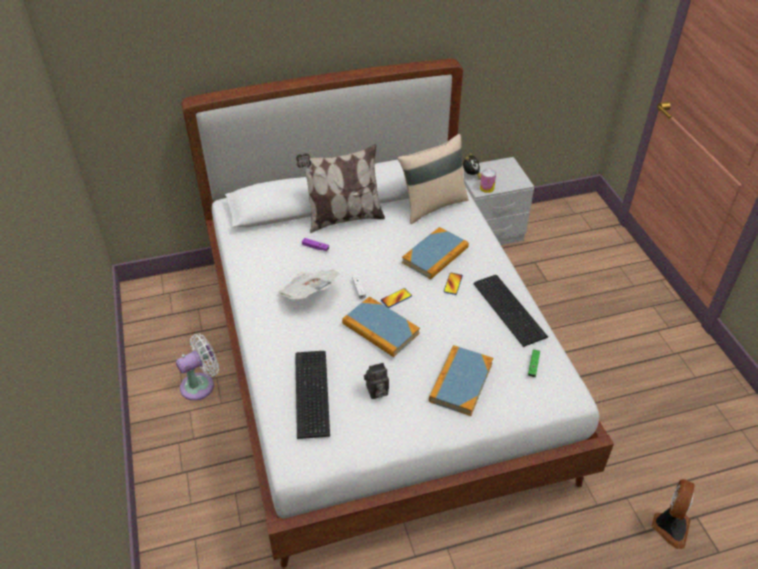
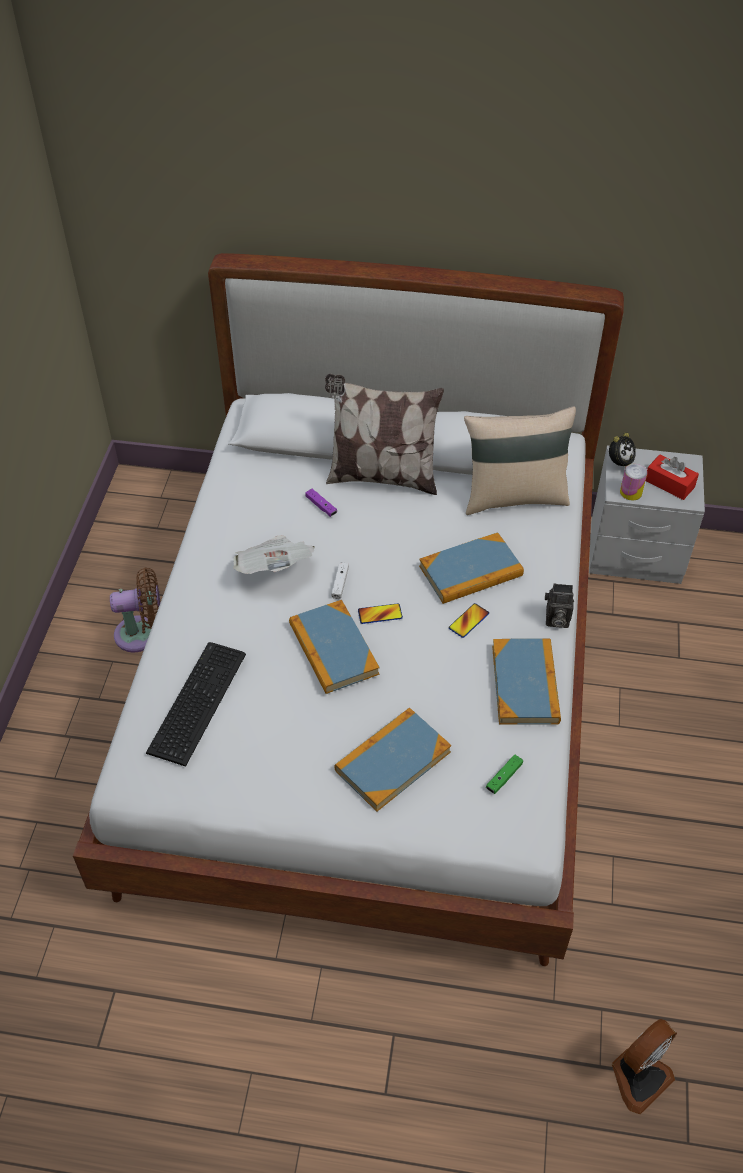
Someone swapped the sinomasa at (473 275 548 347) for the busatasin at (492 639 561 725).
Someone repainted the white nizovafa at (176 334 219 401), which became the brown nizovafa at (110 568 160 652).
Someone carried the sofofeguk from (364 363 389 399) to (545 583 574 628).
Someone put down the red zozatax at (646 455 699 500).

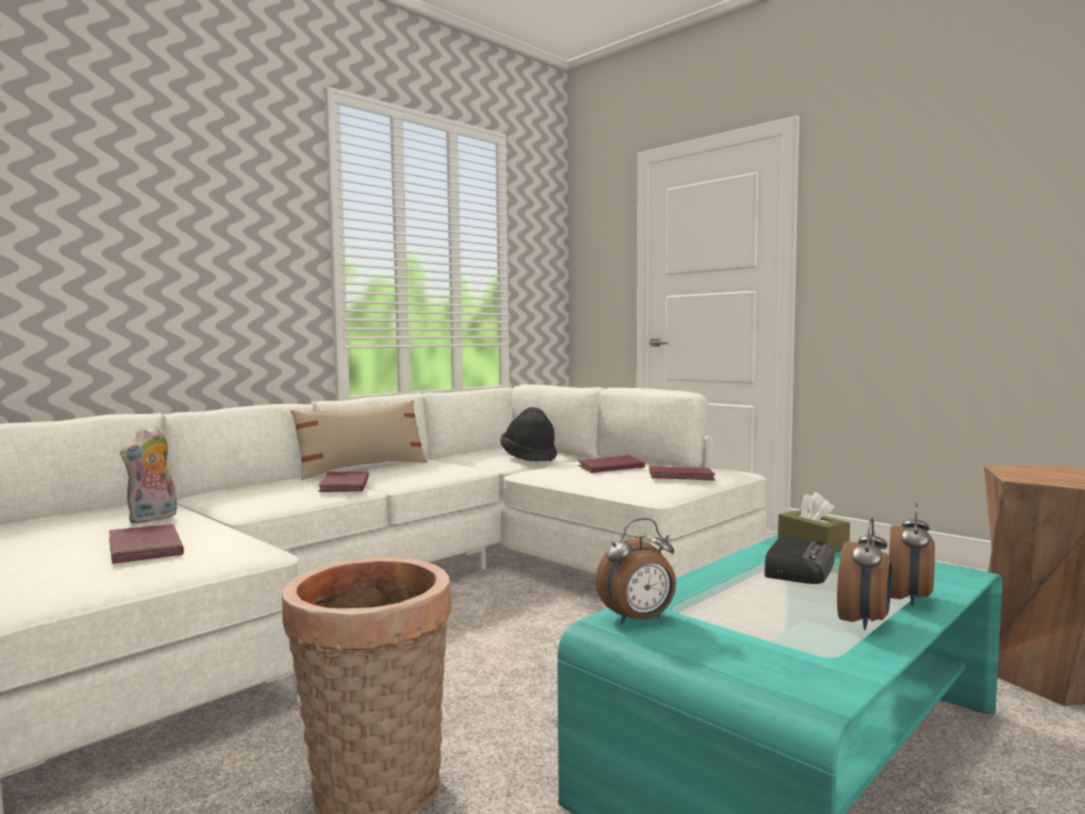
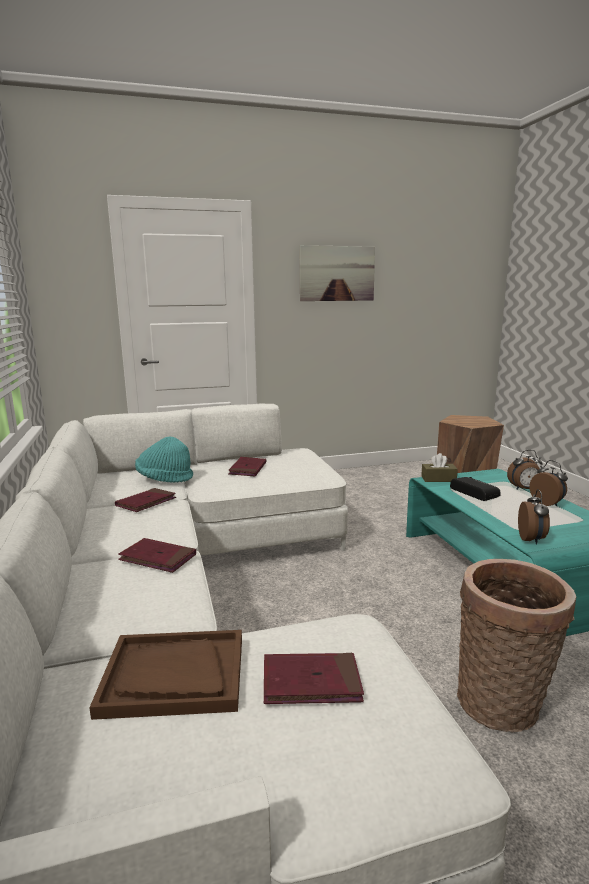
Someone took away the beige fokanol at (291 400 428 480).
Someone repainted the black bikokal at (500 407 557 462), which became the turquoise bikokal at (135 436 193 483).
Someone swapped the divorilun at (120 426 177 524) for the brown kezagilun at (89 630 242 720).
Someone carried the red busatasin from (649 466 715 481) to (115 488 176 512).
Someone rotated the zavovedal at (889 503 935 606) by 120 degrees clockwise.
Someone put up the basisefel at (300 245 375 301).

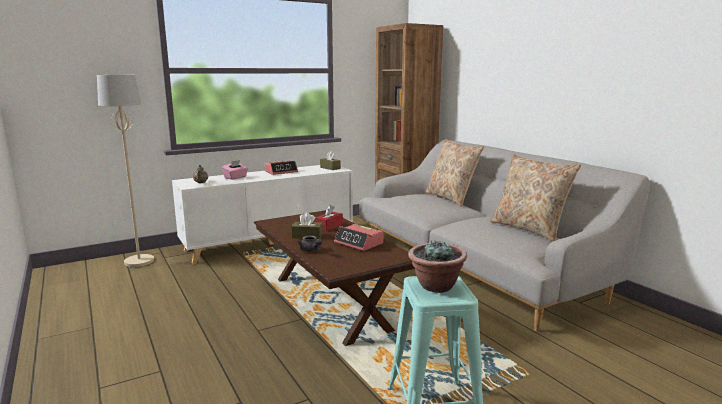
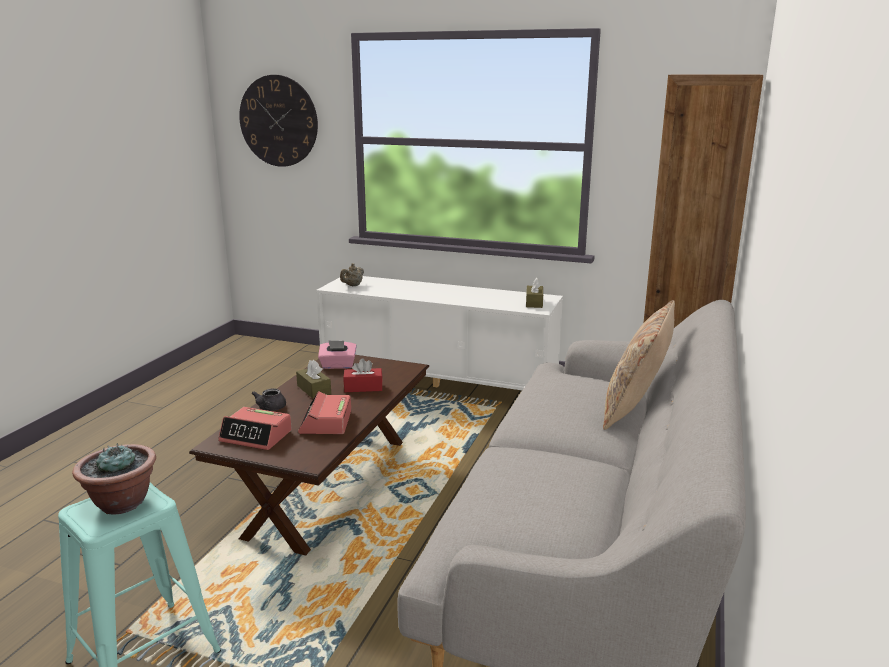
Someone took away the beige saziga at (97 75 154 267).
Someone took away the beige fokanol at (490 154 581 241).
Someone carried the pink zozatax from (222 160 248 180) to (318 340 357 369).
Someone carried the zavovedal from (265 160 298 175) to (218 407 292 450).
Someone put up the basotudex at (239 75 318 167).

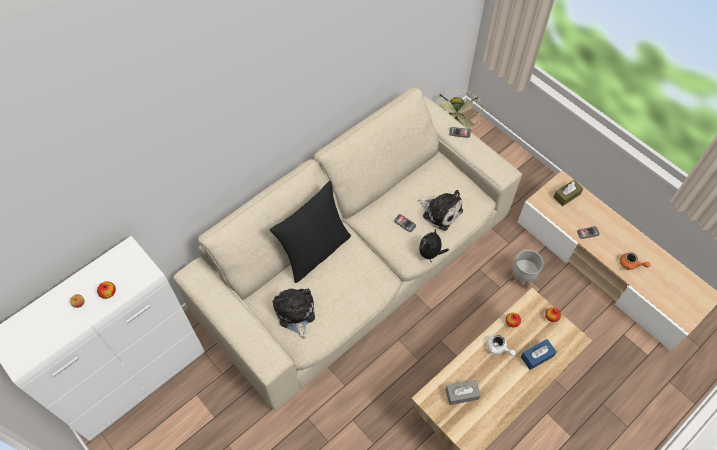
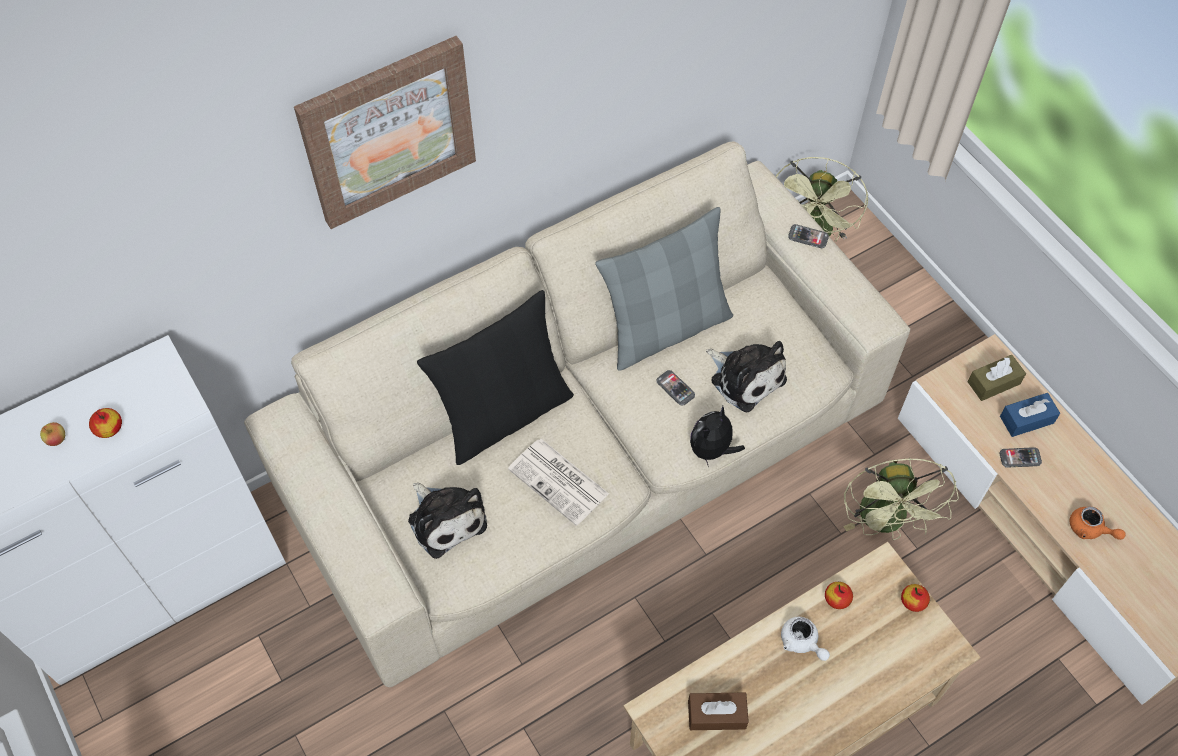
Someone swapped the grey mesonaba at (510 250 543 290) for the green nizovafa at (843 458 959 540).
Someone rotated the divorilun at (272 288 315 339) by 150 degrees clockwise.
Someone carried the blue zozatax from (521 339 557 370) to (1000 393 1060 437).
Someone repainted the grey zozatax at (445 380 481 405), which became the brown zozatax at (688 692 749 730).
Someone put up the basisefel at (294 36 476 229).
Someone put down the grey fokanol at (595 207 733 371).
Someone put down the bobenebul at (508 439 609 526).

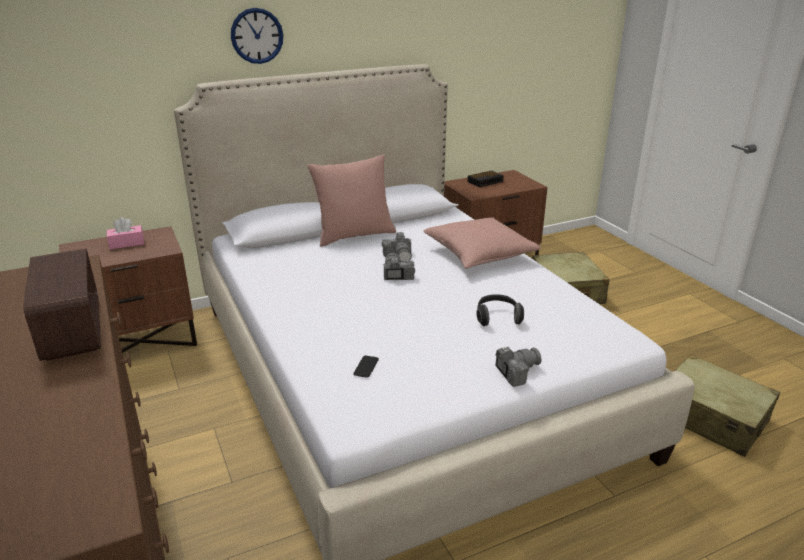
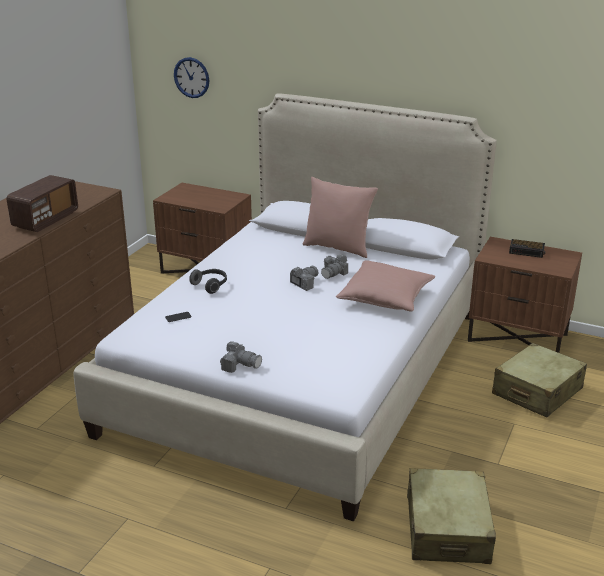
Someone carried the basotudex from (231 8 283 64) to (174 57 209 98).
Someone took away the pink zozatax at (107 217 144 249).
Someone carried the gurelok from (476 294 524 326) to (189 269 227 294).

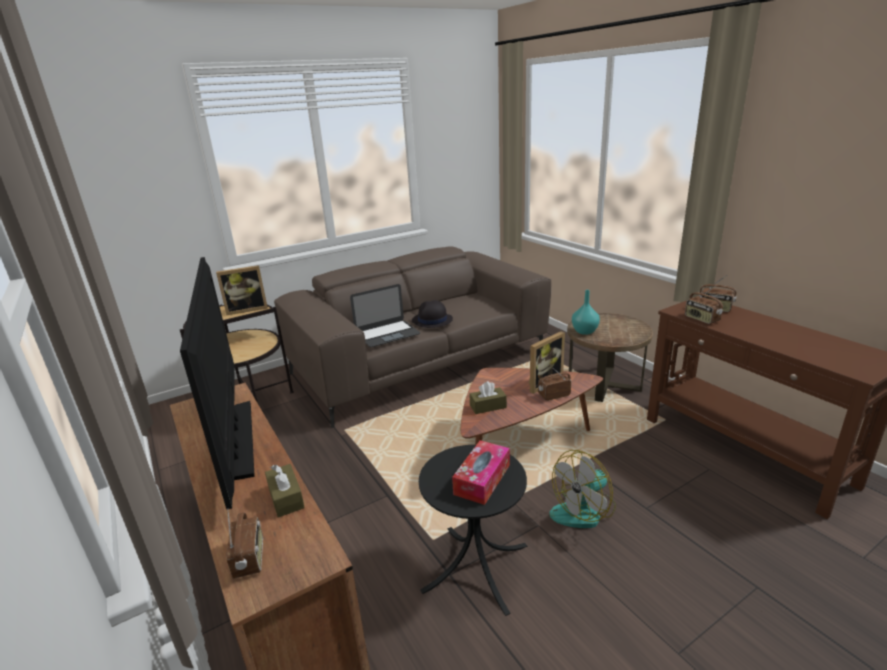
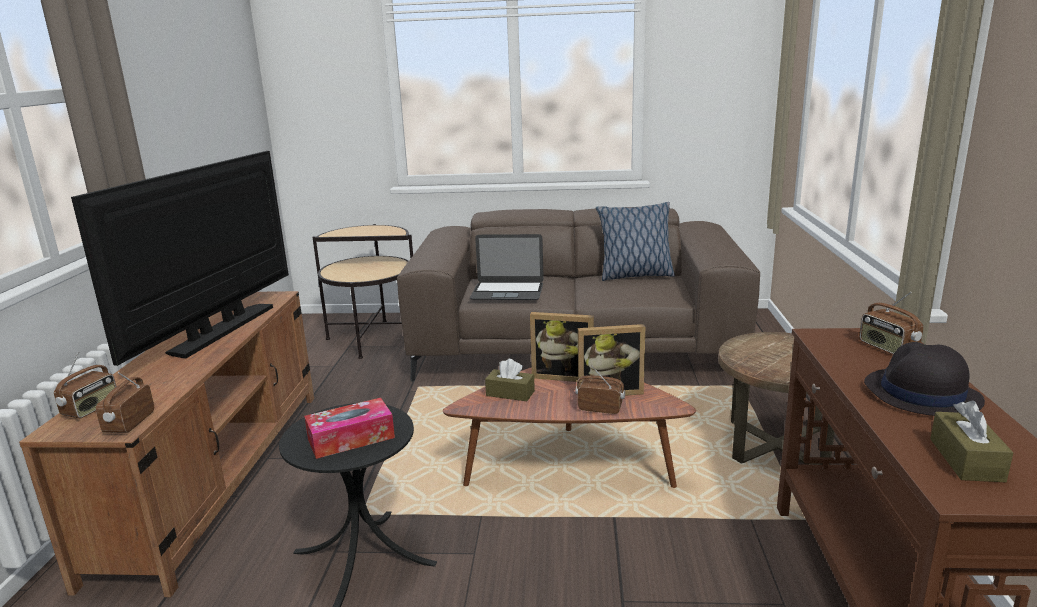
Someone carried the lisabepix from (216 265 268 315) to (530 312 594 382).
Someone carried the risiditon from (685 286 723 324) to (96 372 154 433).
Someone took away the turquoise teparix at (572 290 600 335).
Someone carried the black bikokal from (412 300 453 328) to (864 342 985 416).
Someone took away the nizovafa at (550 450 616 528).
Someone carried the brown zozatax from (265 464 305 518) to (930 400 1013 482).
Someone put down the fokanol at (596 202 675 281).

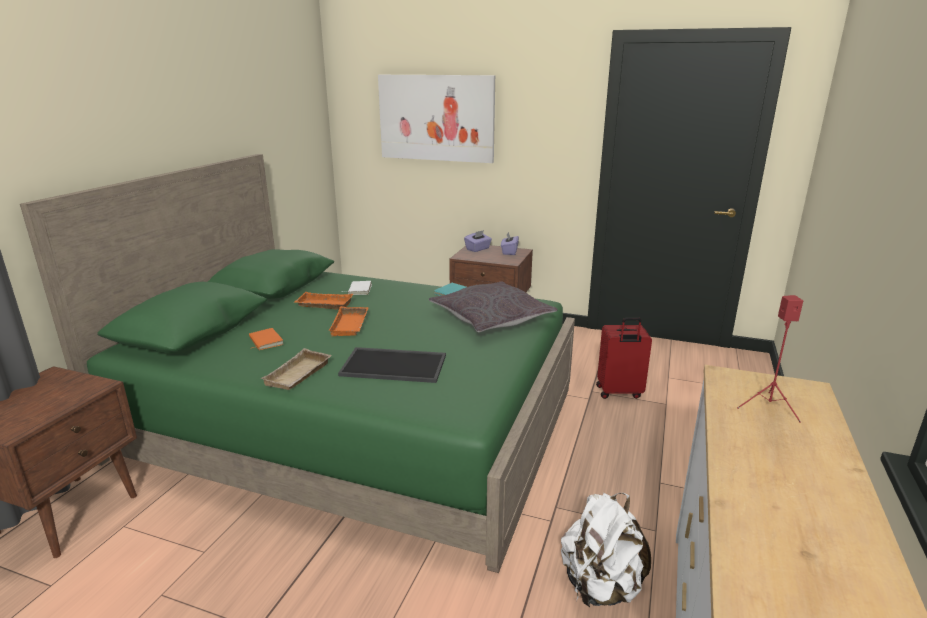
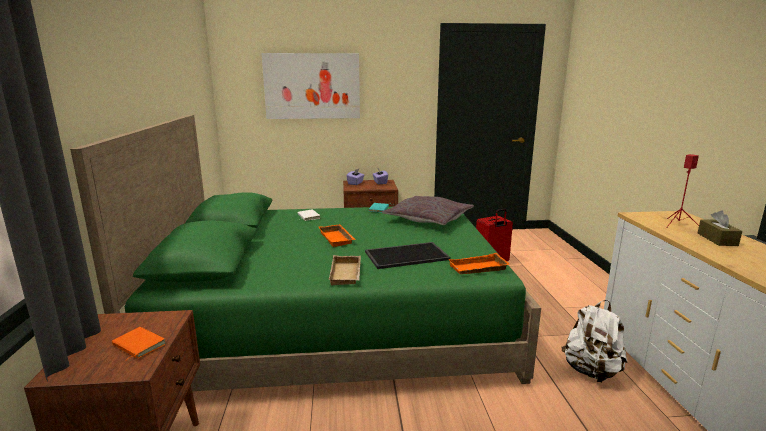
Someone carried the orange kezagilun from (294 292 353 310) to (448 253 509 274).
Someone carried the orange busatasin from (249 328 284 350) to (112 327 166 360).
Someone put down the brown zozatax at (698 210 742 246).

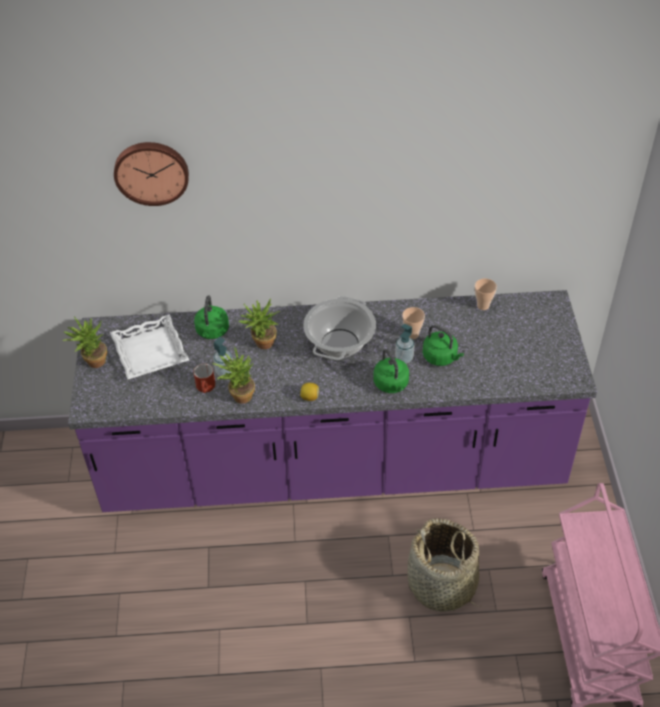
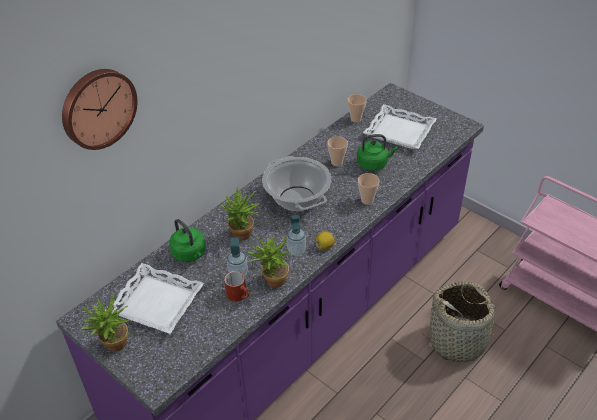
Someone carried the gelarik from (395 324 414 364) to (287 215 306 256).
Someone swapped the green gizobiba at (374 349 409 393) for the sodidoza at (358 173 380 205).
Someone put down the white kezagilun at (363 104 437 149).

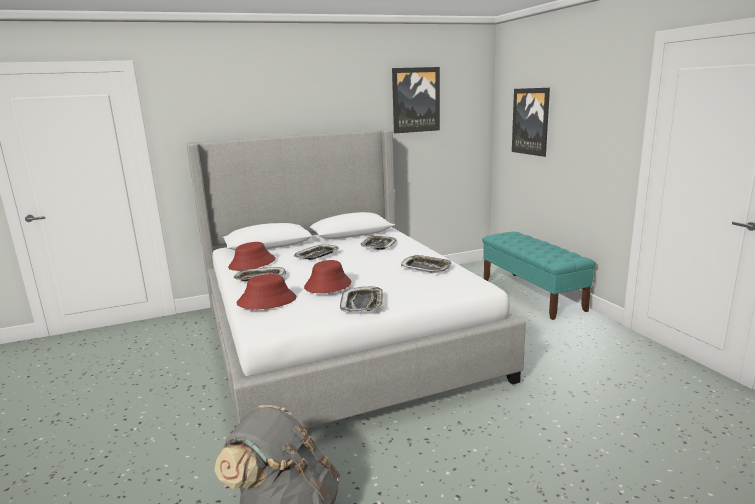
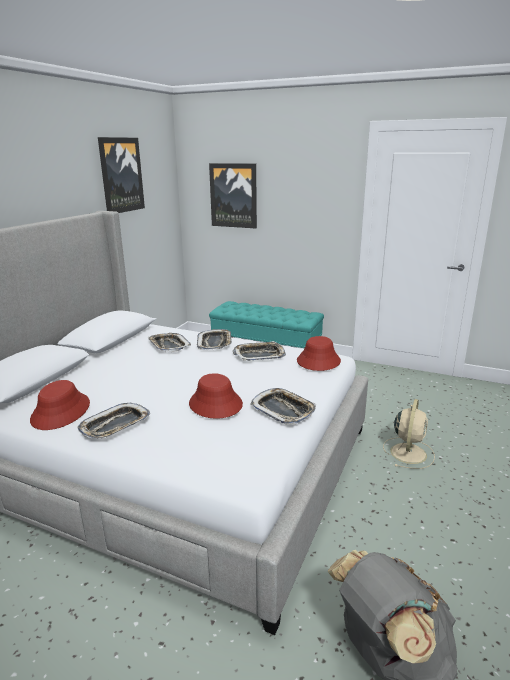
Someone carried the kezagilun from (294 245 339 260) to (197 329 232 350).
Someone carried the red bikokal from (237 274 297 309) to (297 336 341 371).
Someone put down the beige nizovafa at (383 399 435 469).

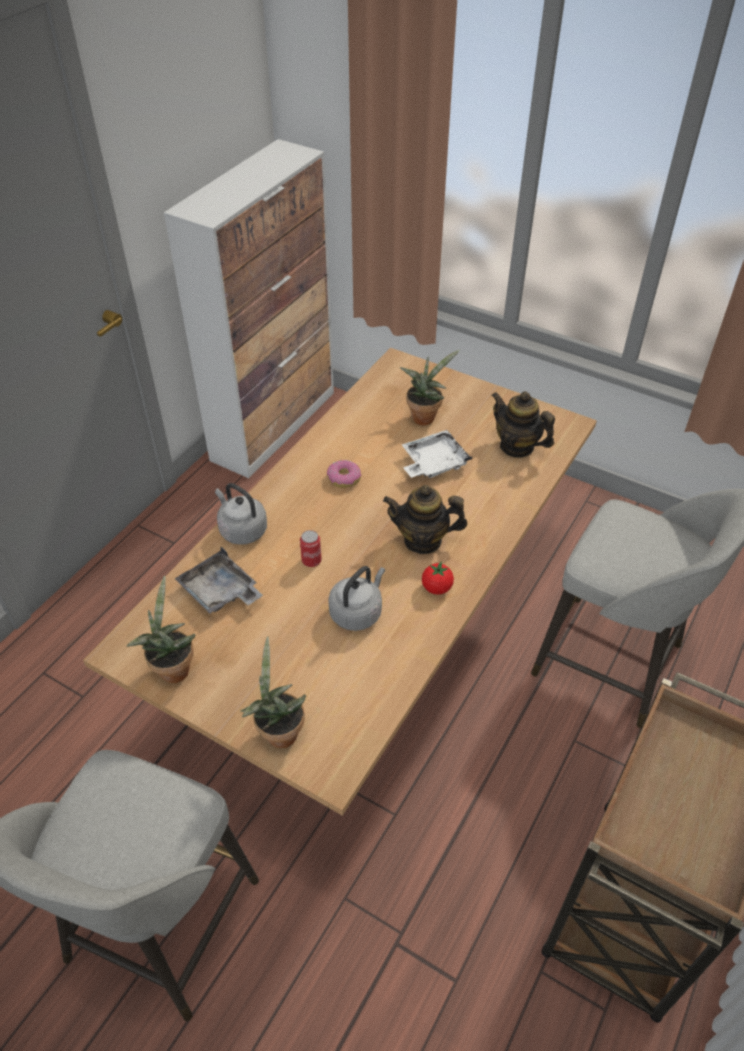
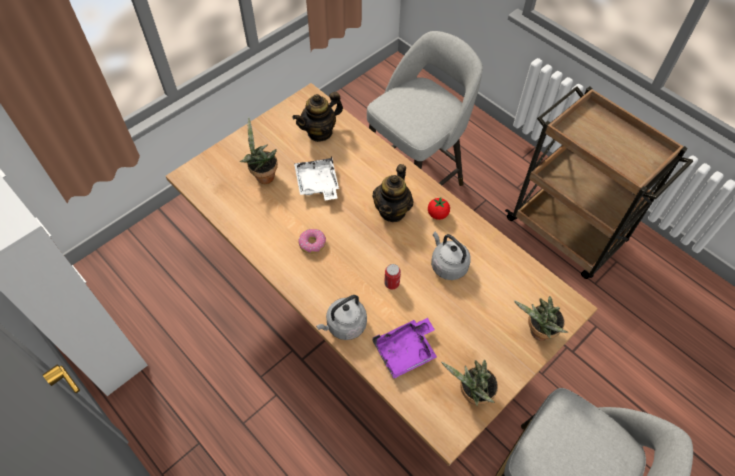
Someone repainted the grey kezagilun at (174 547 263 614), which became the purple kezagilun at (373 318 437 379).

